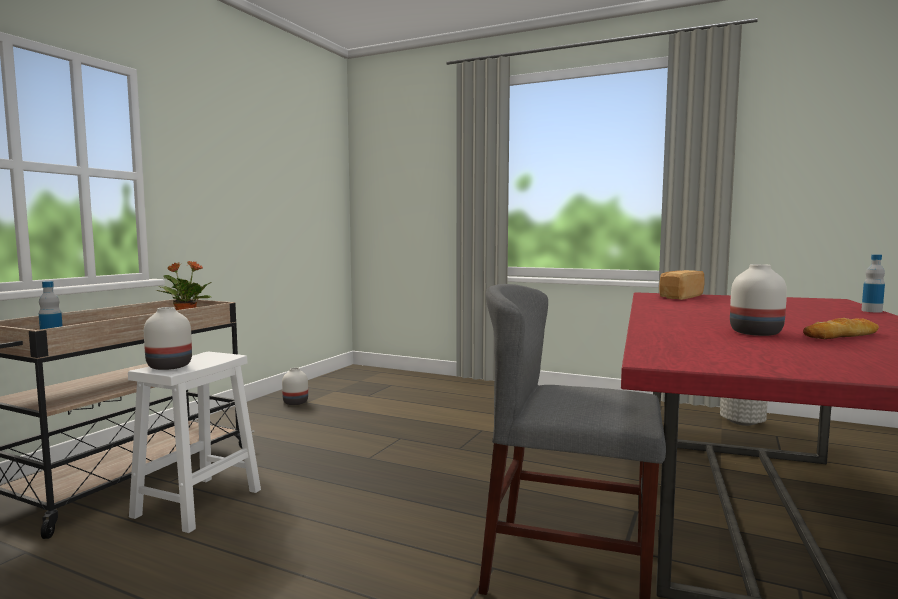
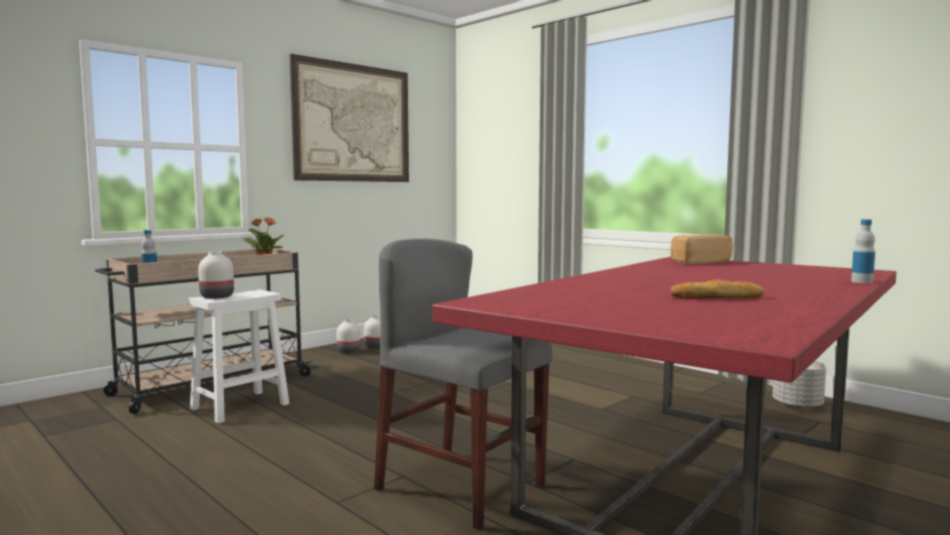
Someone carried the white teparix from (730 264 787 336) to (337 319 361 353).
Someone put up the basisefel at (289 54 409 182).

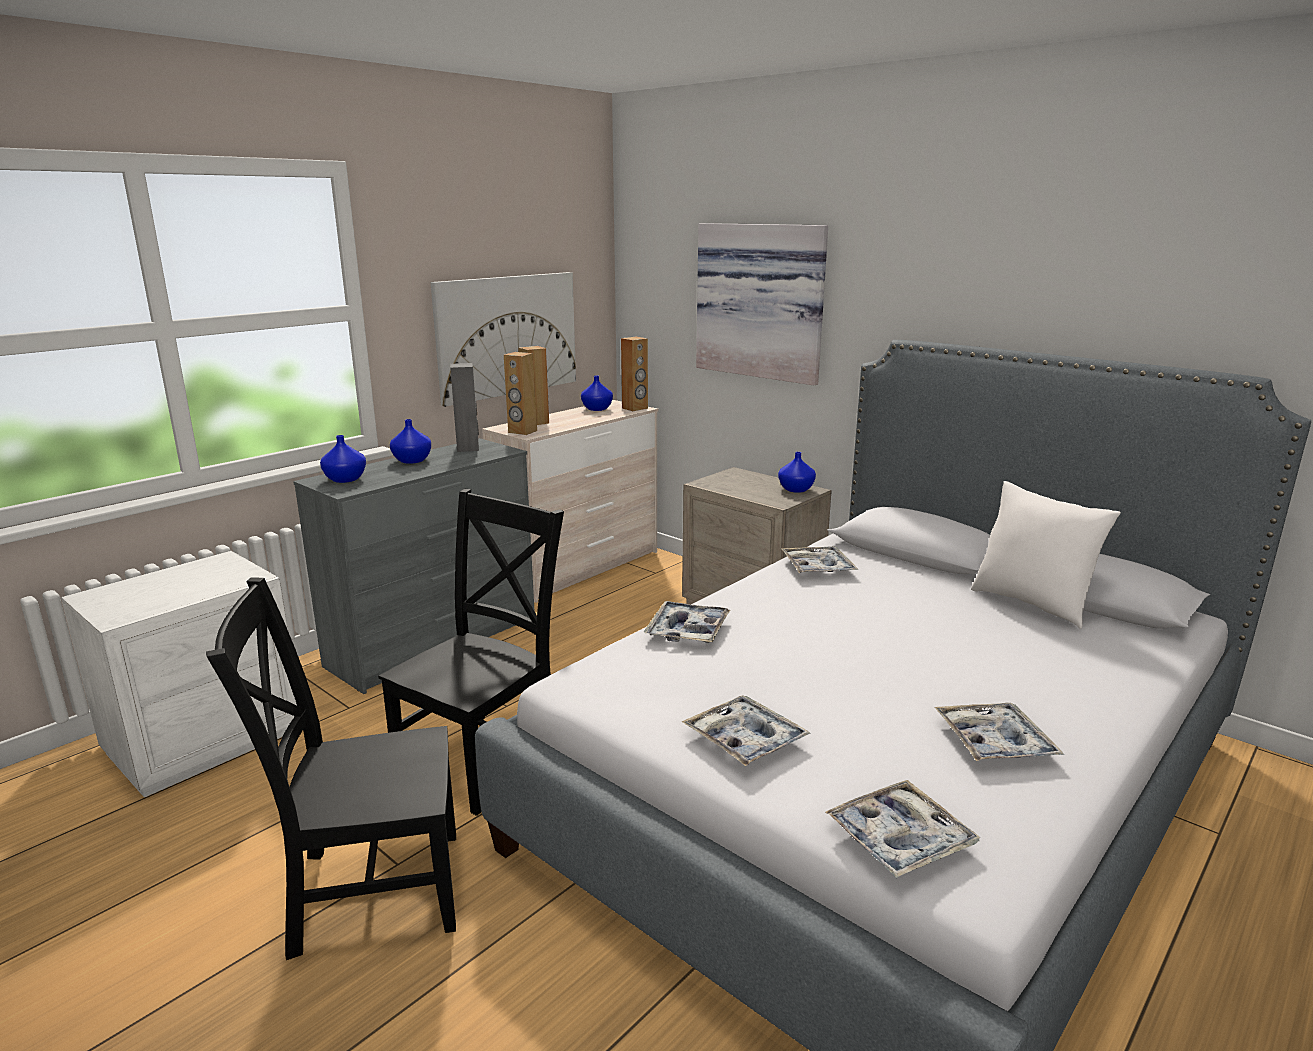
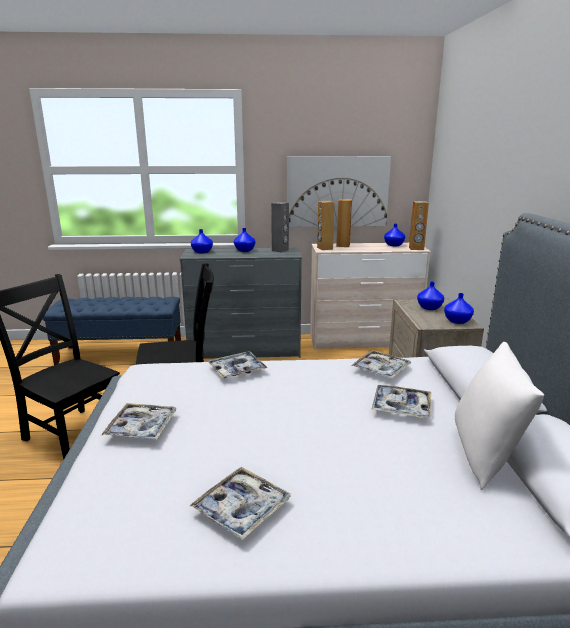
Someone took away the basisefel at (696 223 828 385).
Someone swapped the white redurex at (61 551 297 797) for the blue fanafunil at (43 297 181 365).
Someone carried the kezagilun from (825 780 980 878) to (371 385 431 418).
Someone put down the blue teparix at (417 282 444 310).

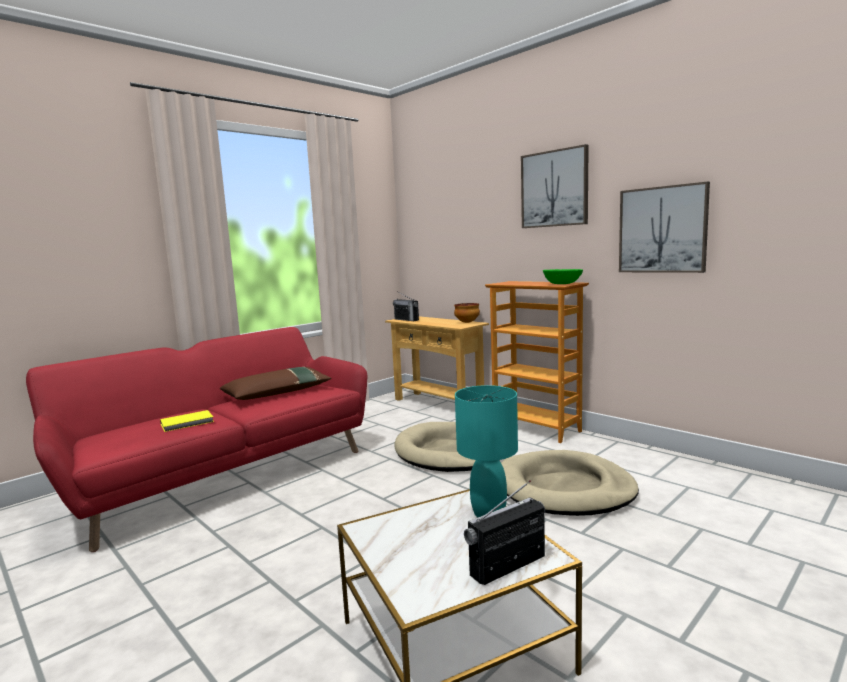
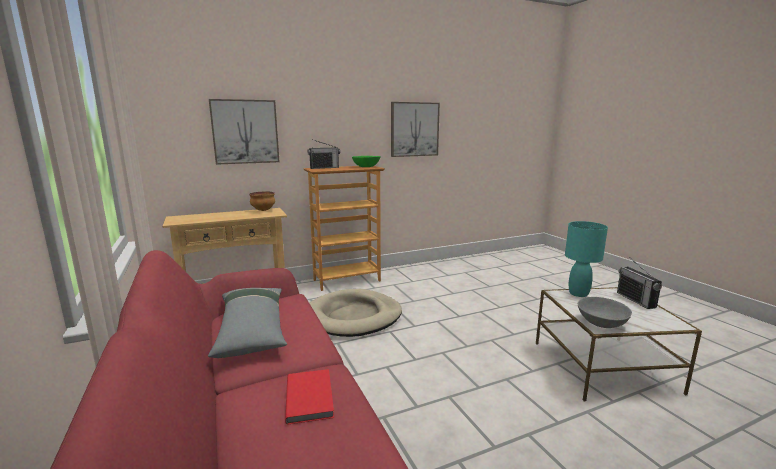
Someone carried the basisefel from (521 144 589 228) to (209 99 280 165).
Someone carried the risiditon from (393 291 419 321) to (307 139 340 169).
Someone repainted the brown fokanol at (220 367 332 400), which became the grey fokanol at (208 288 287 358).
Someone repainted the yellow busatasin at (160 410 214 432), which became the red busatasin at (285 369 334 425).
Someone took away the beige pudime at (501 450 639 516).
Someone put down the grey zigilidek at (578 297 632 328).

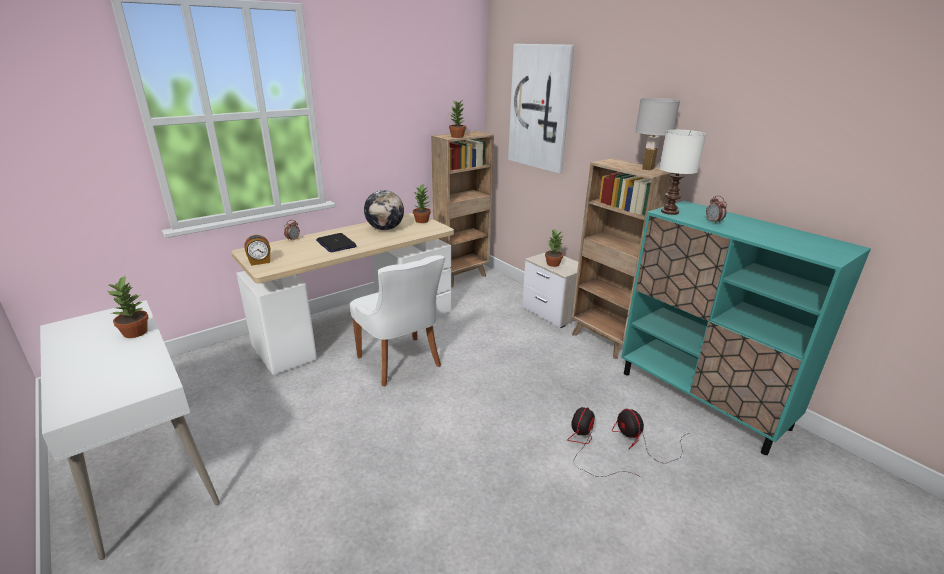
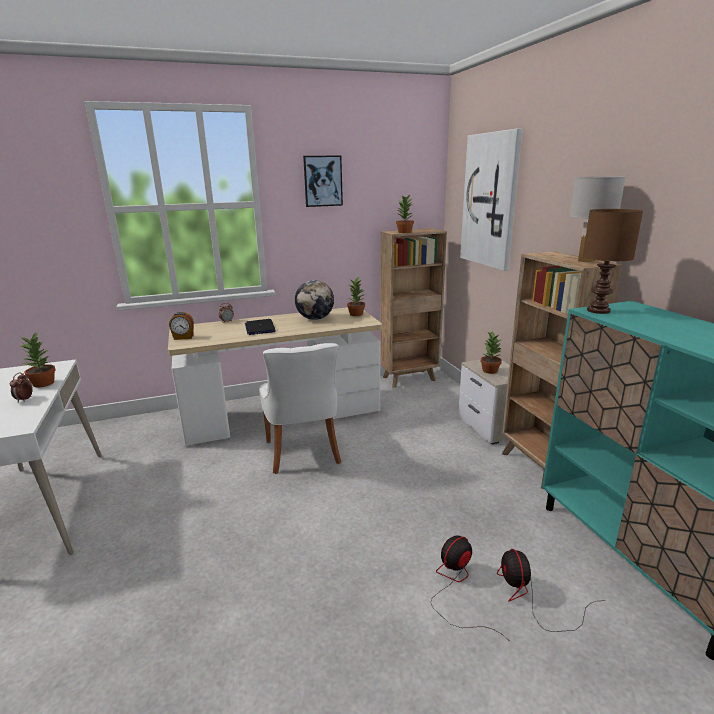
Someone repainted the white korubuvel at (659 130 706 215), which became the brown korubuvel at (583 209 643 314).
Someone carried the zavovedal from (706 195 727 224) to (10 373 33 403).
Someone put up the basisefel at (303 156 343 207).

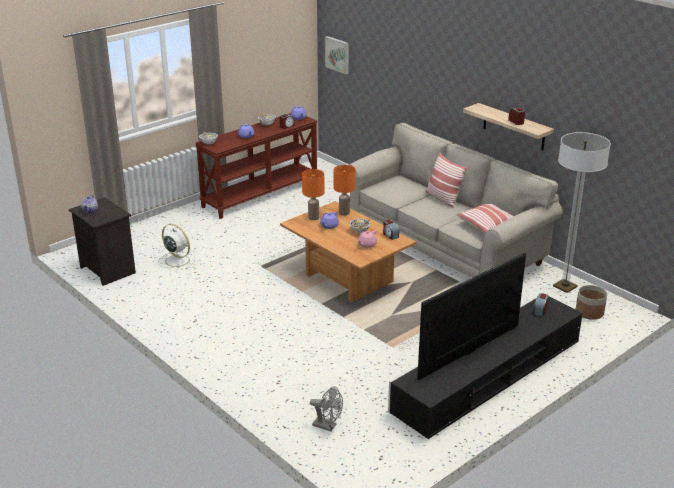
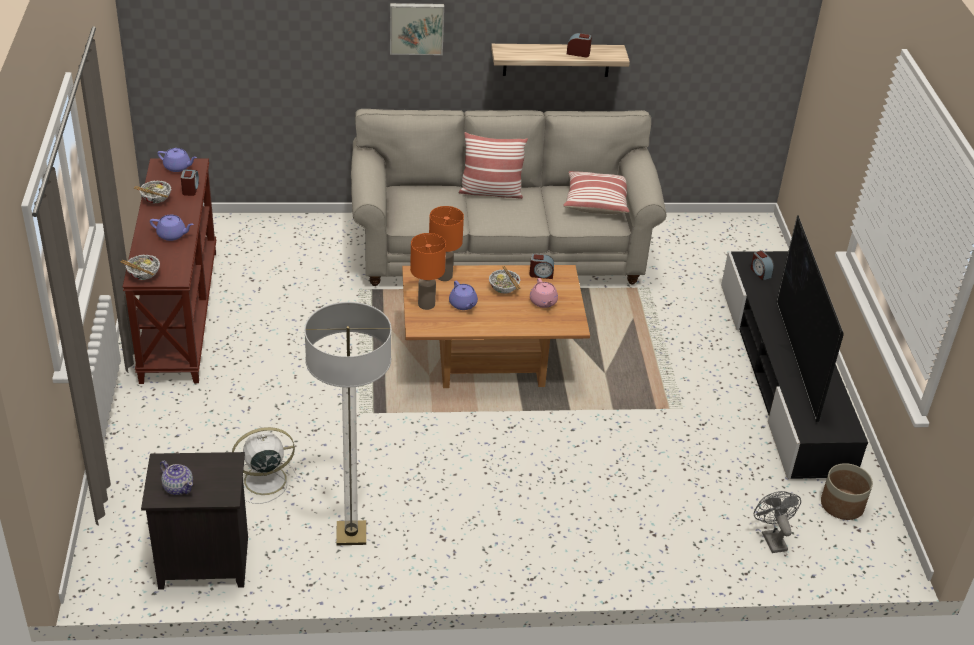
Someone carried the basisefel from (325 36 349 74) to (390 3 444 55).
Someone carried the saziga from (553 132 611 293) to (304 302 392 545).
Someone carried the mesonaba from (576 285 607 320) to (821 463 873 520).
Someone rotated the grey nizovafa at (310 386 343 431) by 75 degrees counterclockwise.

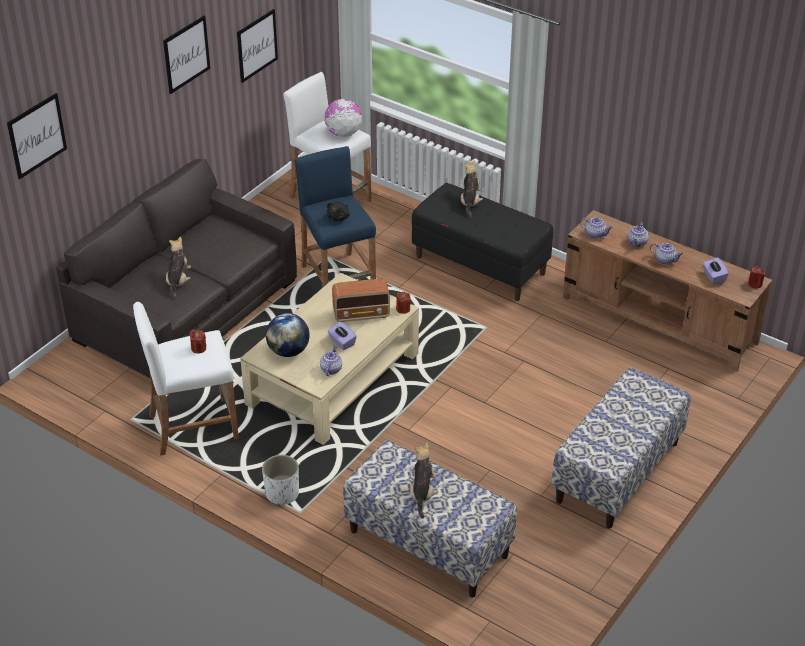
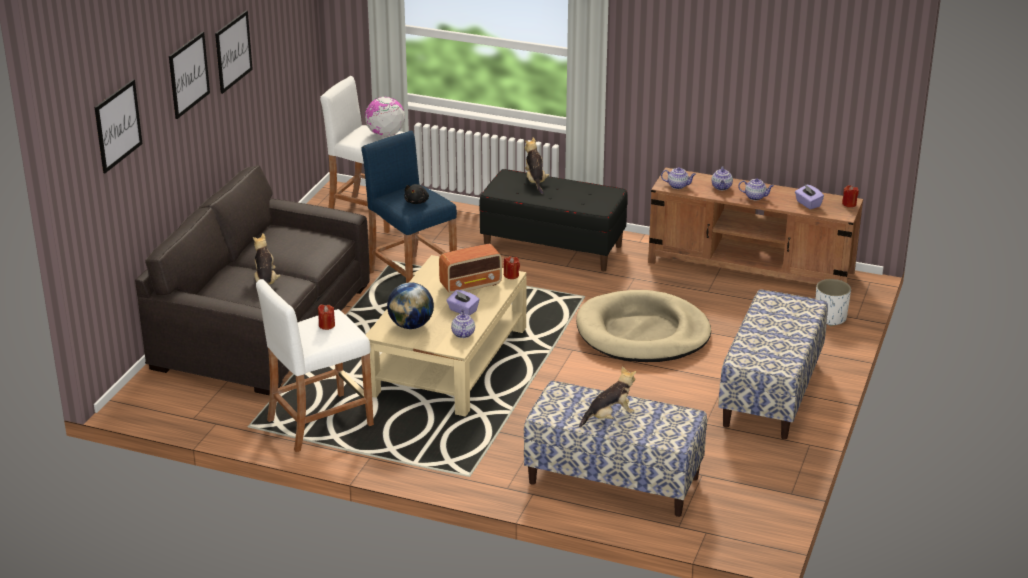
Someone carried the basisefel from (237 9 278 83) to (169 32 210 119).
Someone rotated the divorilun at (410 442 438 519) by 75 degrees clockwise.
Someone carried the white mesonaba from (262 455 299 505) to (816 279 851 326).
Someone put down the beige pudime at (576 290 711 362).

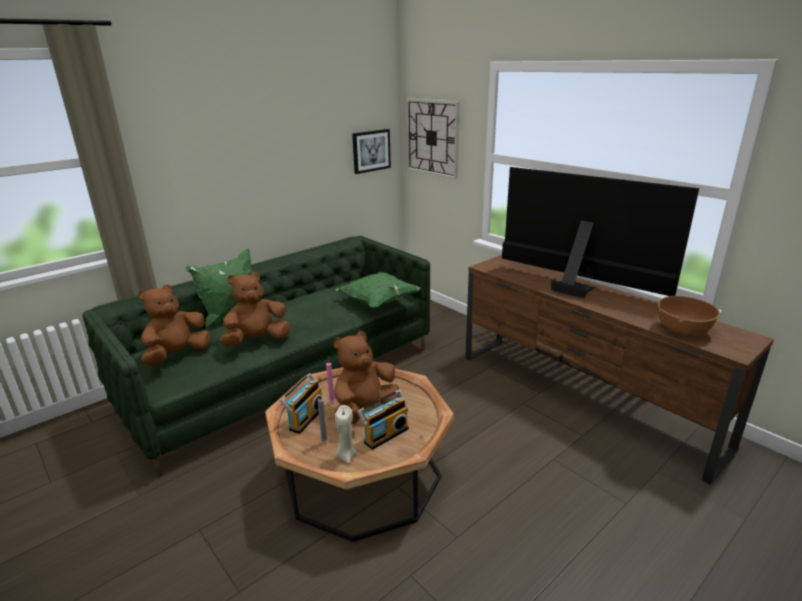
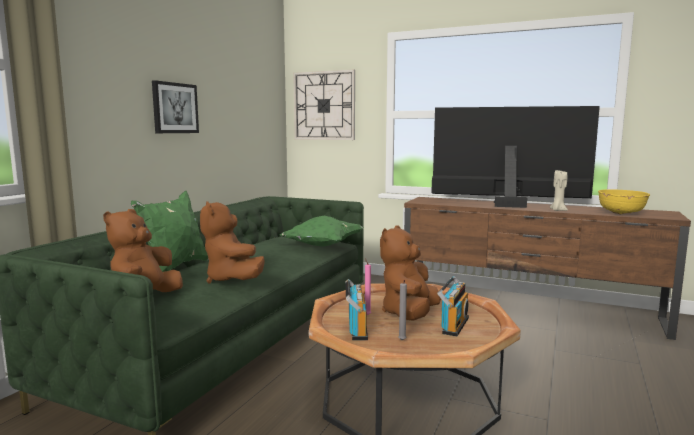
Someone carried the basisefel from (352 129 391 174) to (152 80 199 133).
Someone rotated the brown divorilun at (220 272 290 347) by 60 degrees counterclockwise.
Someone repainted the brown zigilidek at (658 296 720 335), which became the yellow zigilidek at (598 189 650 214).
Someone carried the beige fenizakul from (335 405 357 464) to (550 170 568 211).

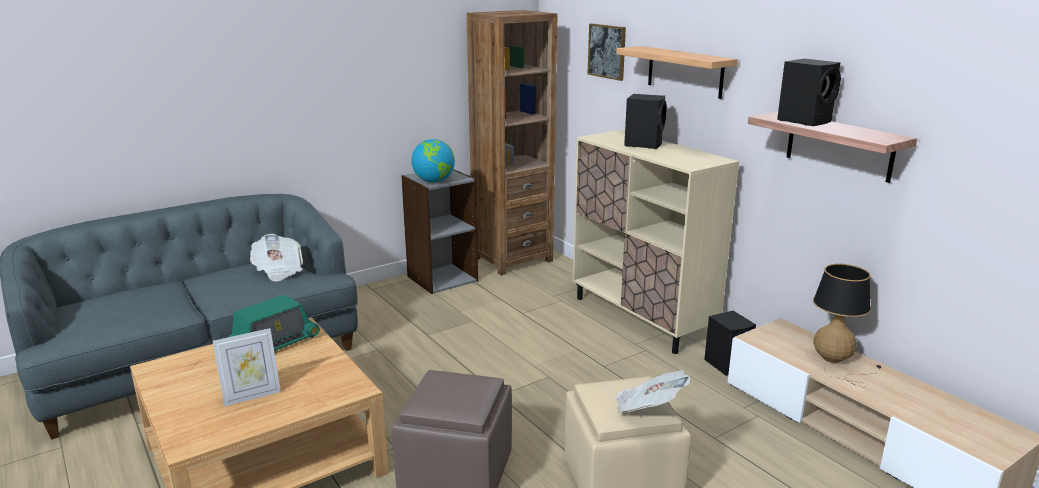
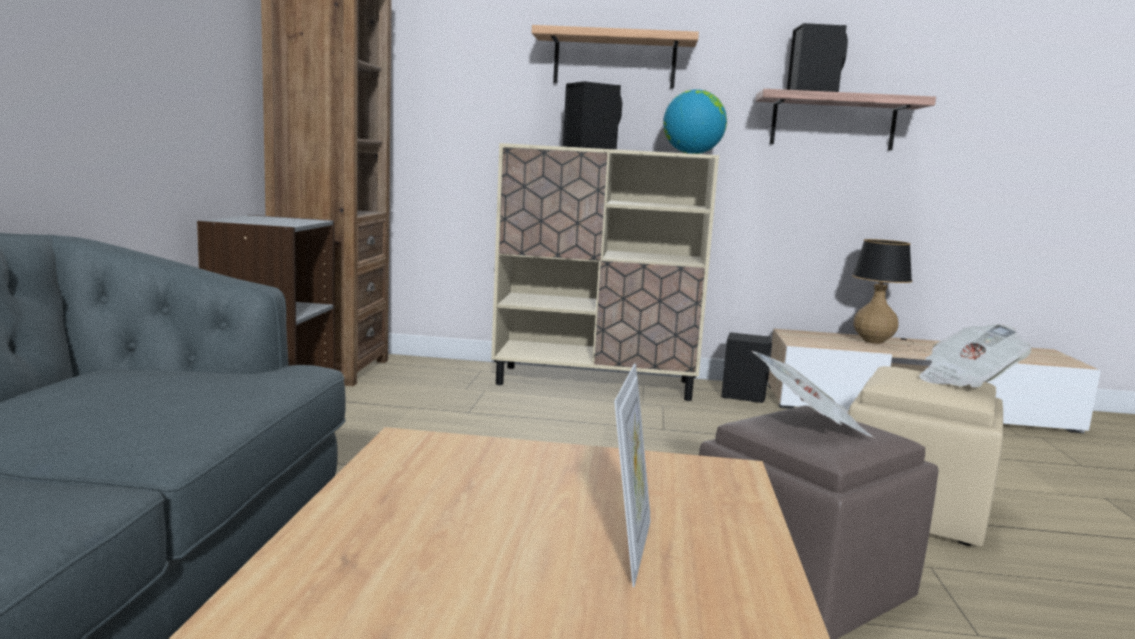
Someone took away the basisefel at (588 23 626 81).
Someone carried the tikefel from (411 139 455 183) to (663 89 727 154).
Someone carried the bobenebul from (250 234 303 282) to (752 351 875 438).
Someone took away the risiditon at (228 294 320 351).

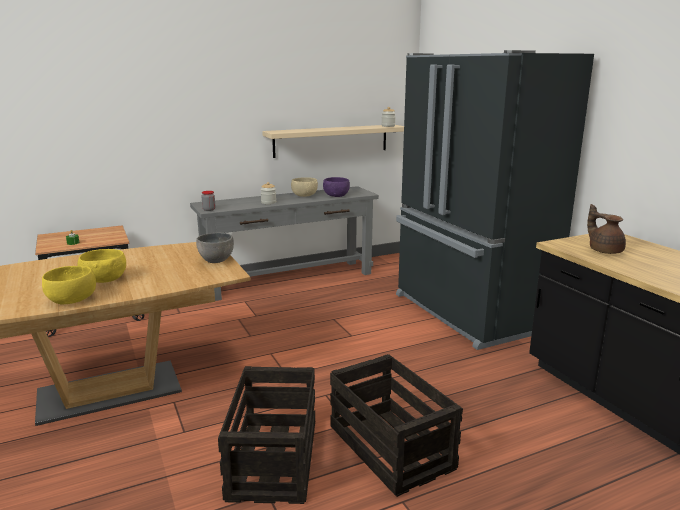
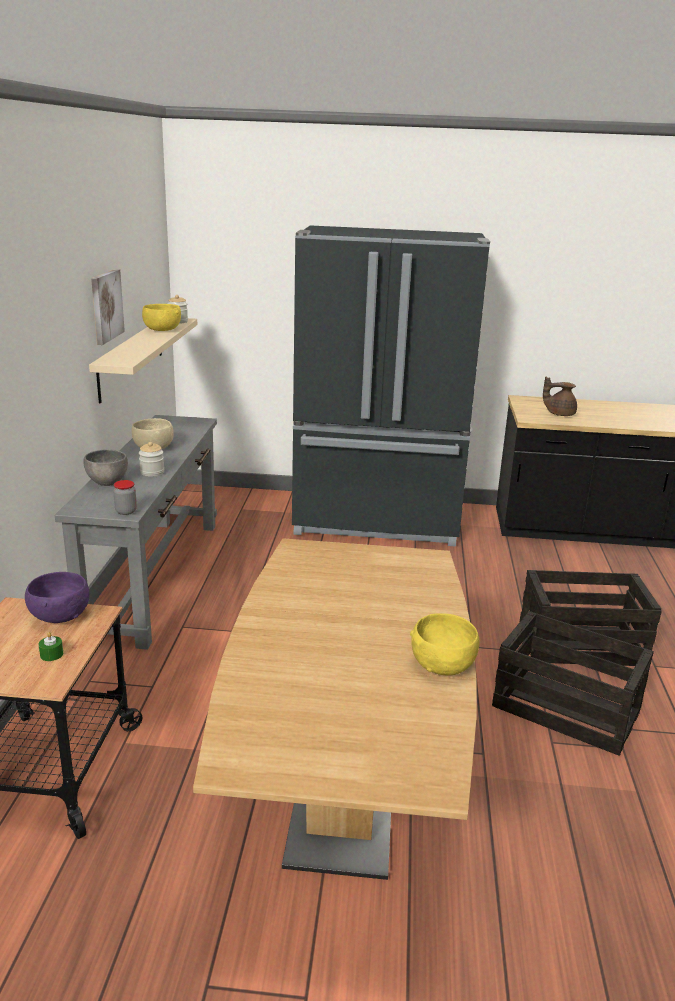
Someone carried the purple zigilidek from (323 177 350 197) to (25 572 89 623).
Someone carried the grey zigilidek from (196 233 234 263) to (83 449 128 486).
Someone carried the yellow zigilidek from (78 249 126 283) to (142 304 181 331).
Someone put up the basisefel at (91 269 125 345).

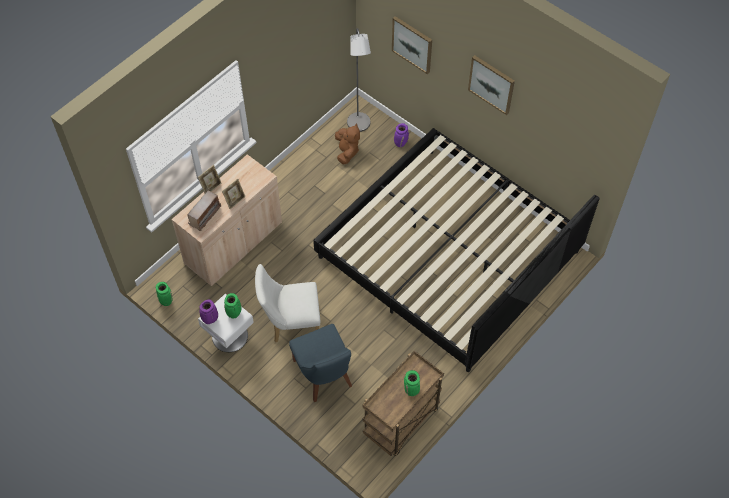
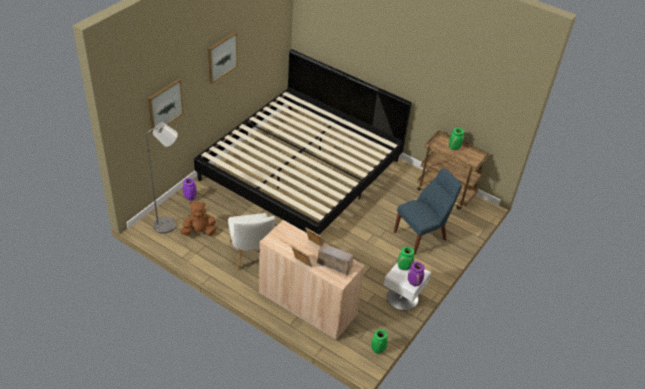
Someone carried the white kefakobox from (255 264 320 343) to (228 213 275 269).

